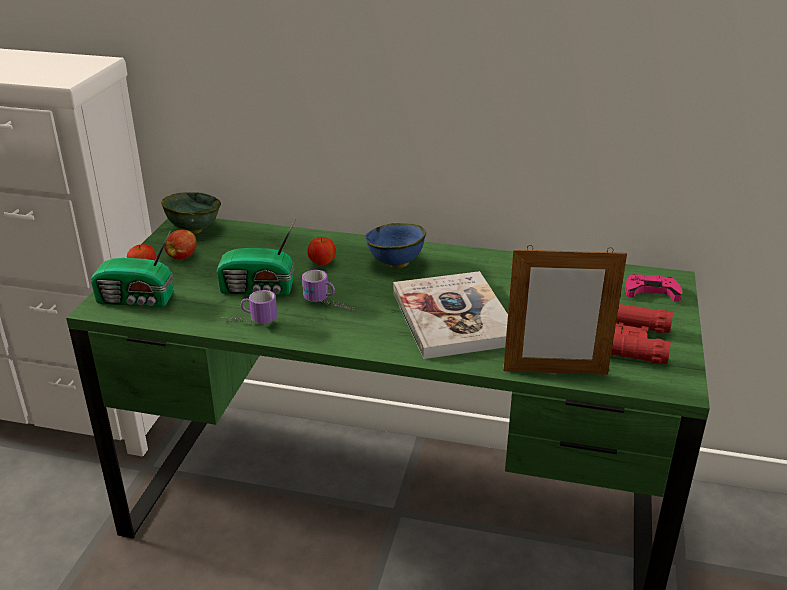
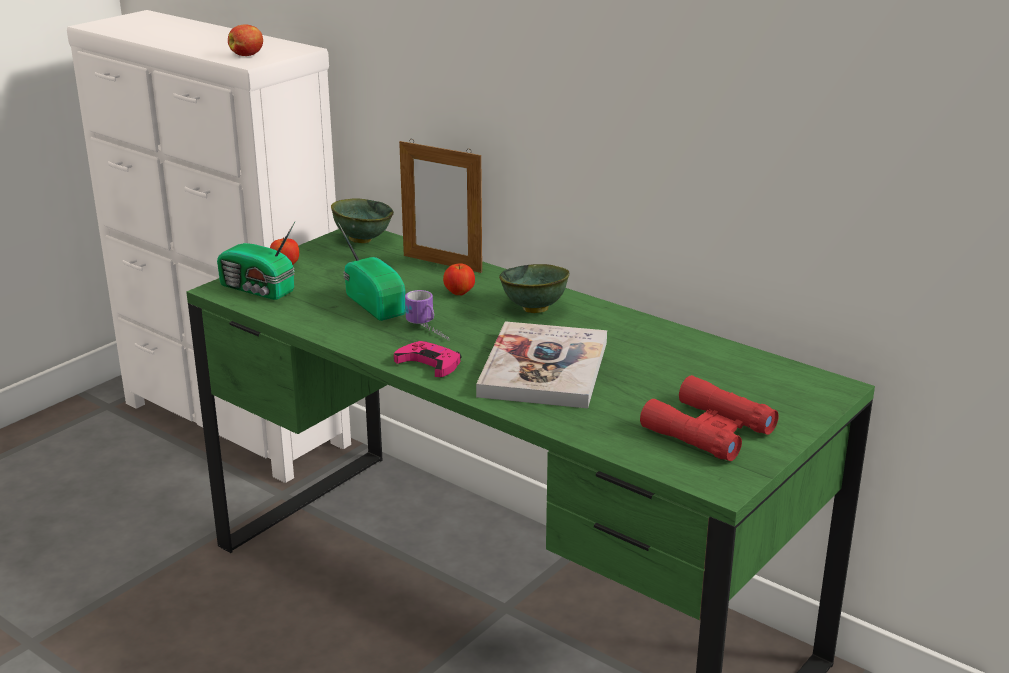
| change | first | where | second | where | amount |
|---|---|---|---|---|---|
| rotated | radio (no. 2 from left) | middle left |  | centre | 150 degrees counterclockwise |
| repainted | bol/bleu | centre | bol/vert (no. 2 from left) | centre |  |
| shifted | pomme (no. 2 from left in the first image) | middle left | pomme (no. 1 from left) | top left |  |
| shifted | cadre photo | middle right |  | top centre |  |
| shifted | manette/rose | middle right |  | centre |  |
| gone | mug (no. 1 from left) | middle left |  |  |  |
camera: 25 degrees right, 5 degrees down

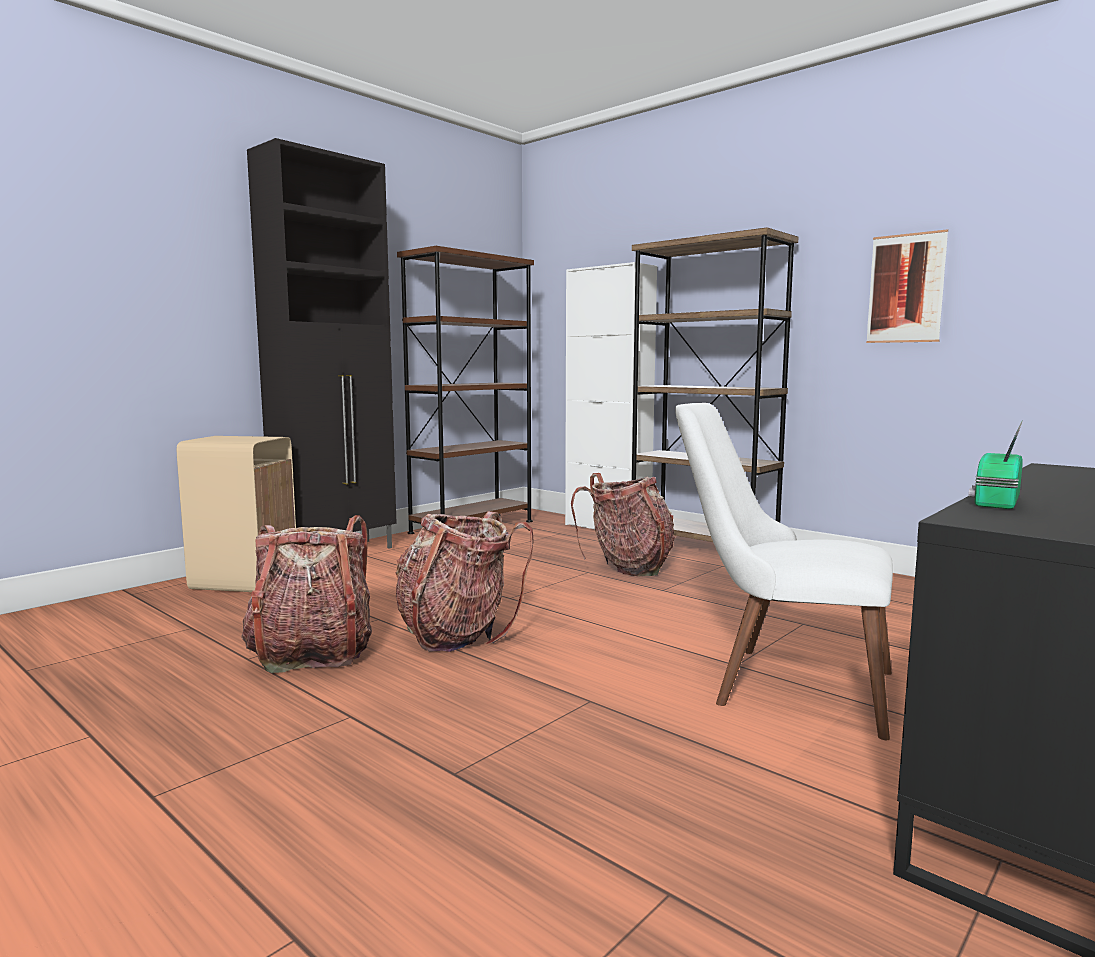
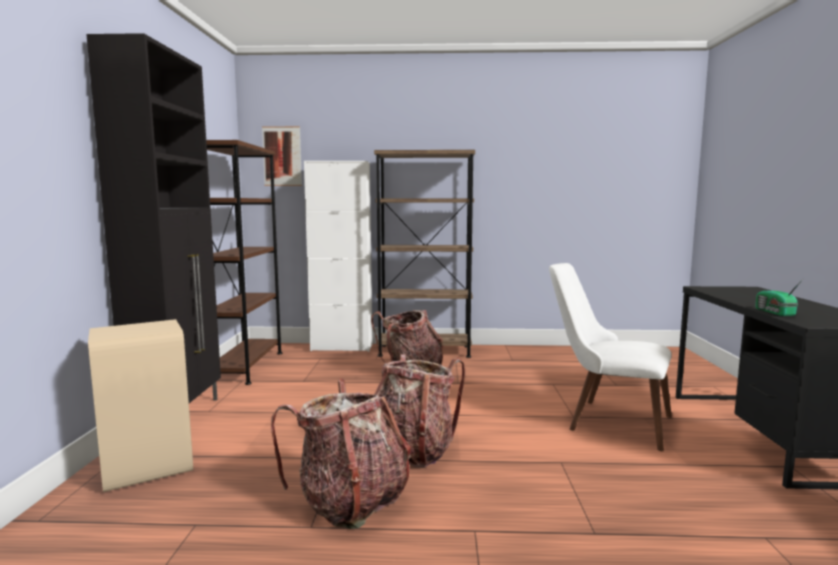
| change | first | where | second | where | amount |
|---|---|---|---|---|---|
| shifted | tableau | top right |  | top centre |  |
| rotated | chaise/blanc | middle right |  | middle right | 45 degrees clockwise |
camera: 40 degrees left, 0 degrees up

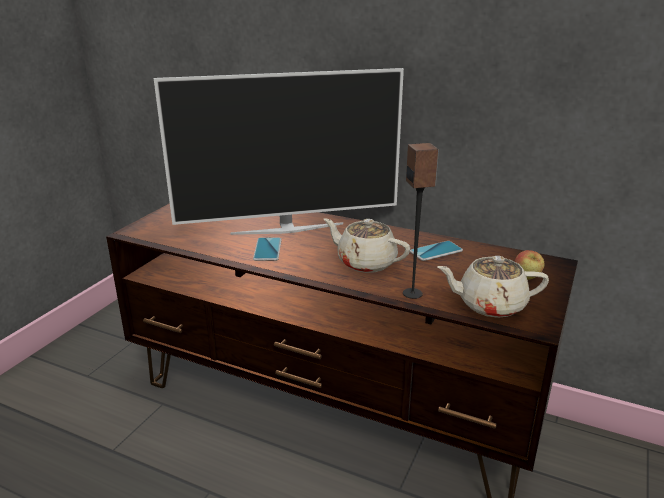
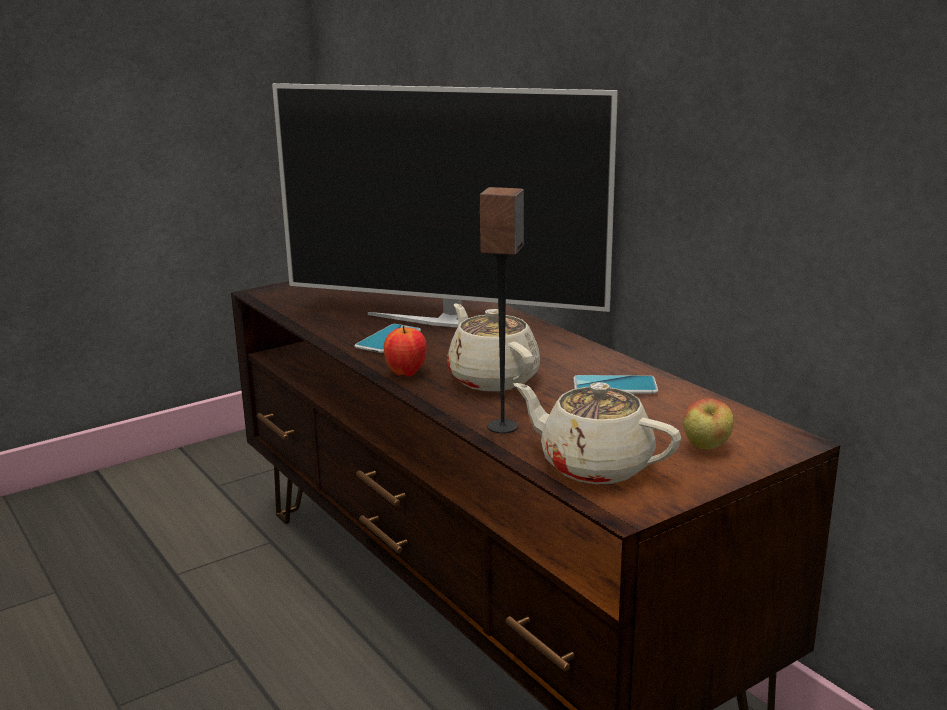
| change | first | where | second | where | amount |
|---|---|---|---|---|---|
| new |  |  | pomme (no. 1 from left) | centre |  |
camera: 30 degrees right, 5 degrees down

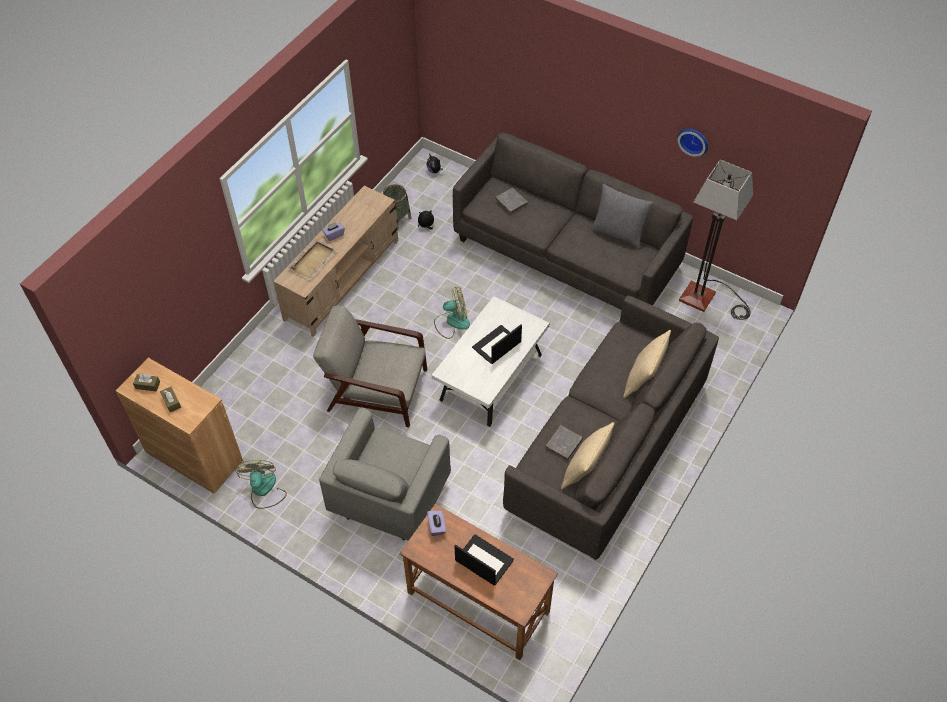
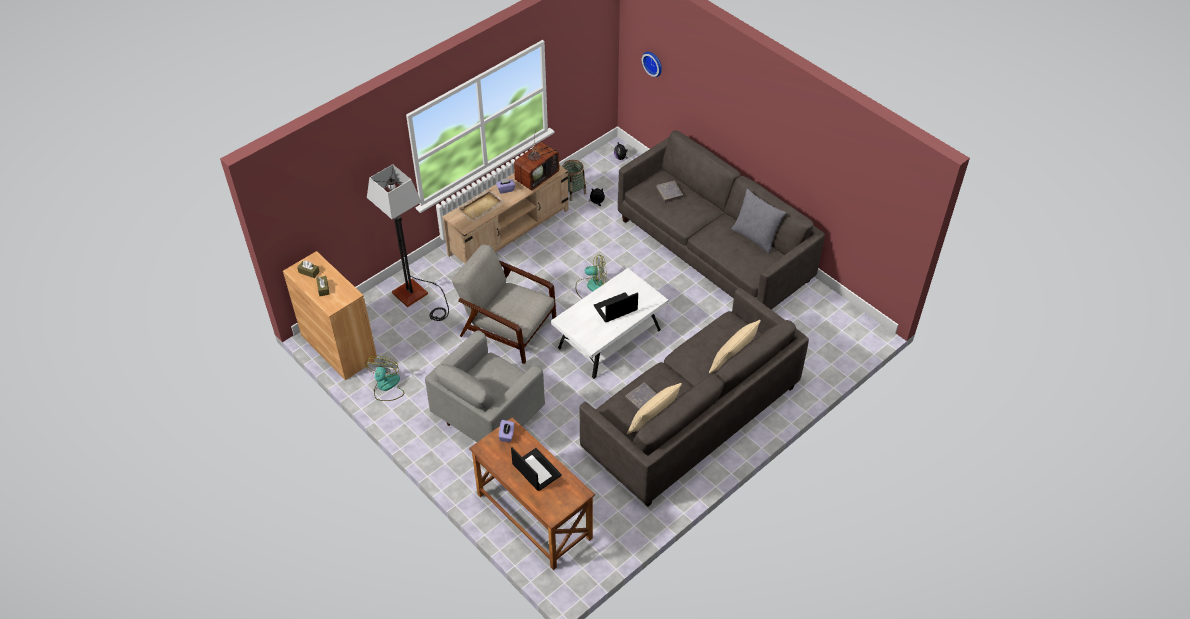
| change | first | where | second | where | amount |
|---|---|---|---|---|---|
| shifted | horloge murale | top right |  | top centre |  |
| shifted | lampadaire | middle right |  | centre |  |
| new |  |  | téléviseur | top centre |  |
camera: 15 degrees right, 5 degrees down

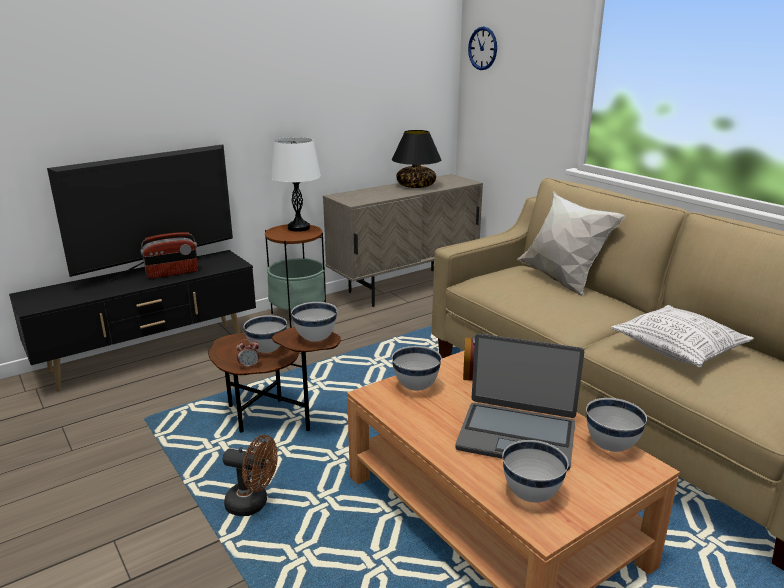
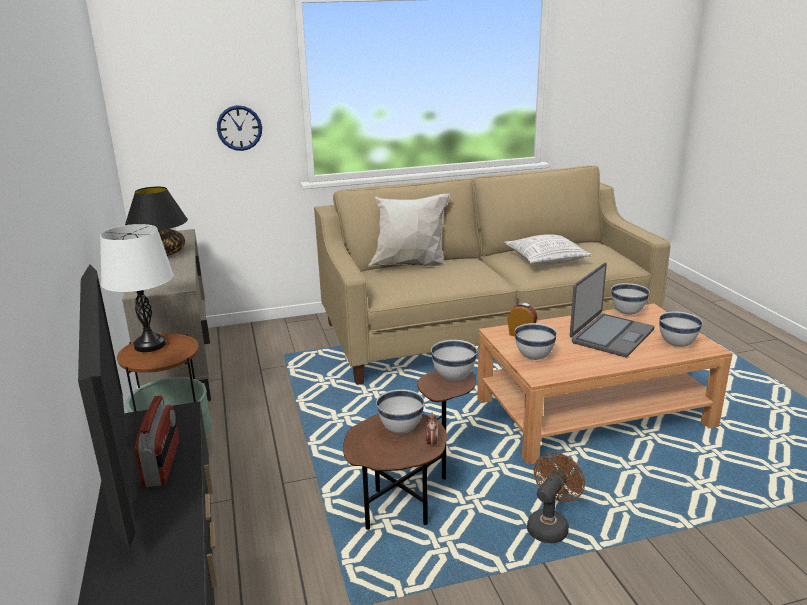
| change | first | where | second | where | amount |
|---|---|---|---|---|---|
| shifted | horloge murale | top centre |  | top left |  |
camera: 70 degrees left, 0 degrees up

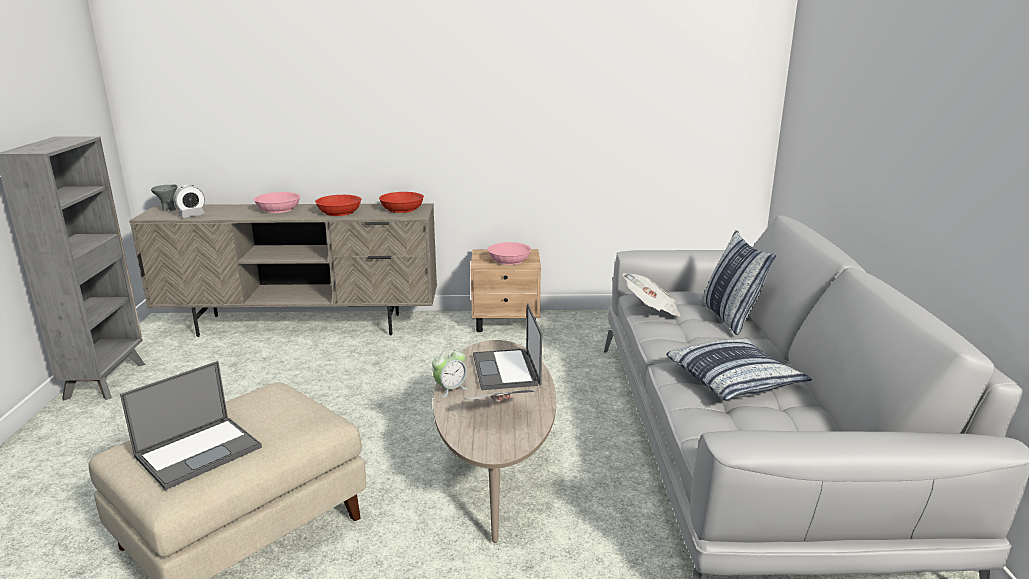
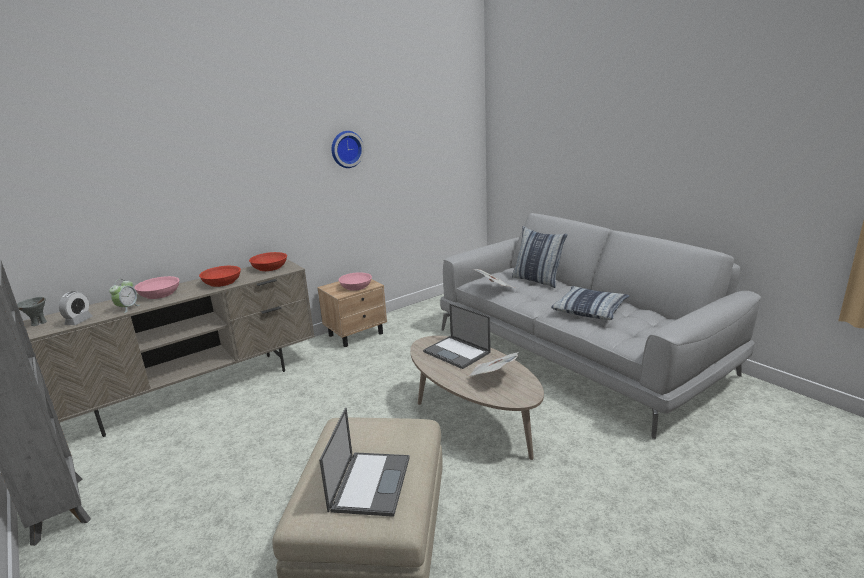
| change | first | where | second | where | amount |
|---|---|---|---|---|---|
| shifted | réveil (no. 2 from left) | centre |  | middle left |  |
| new |  |  | horloge murale | top centre |  |
camera: 35 degrees left, 0 degrees up

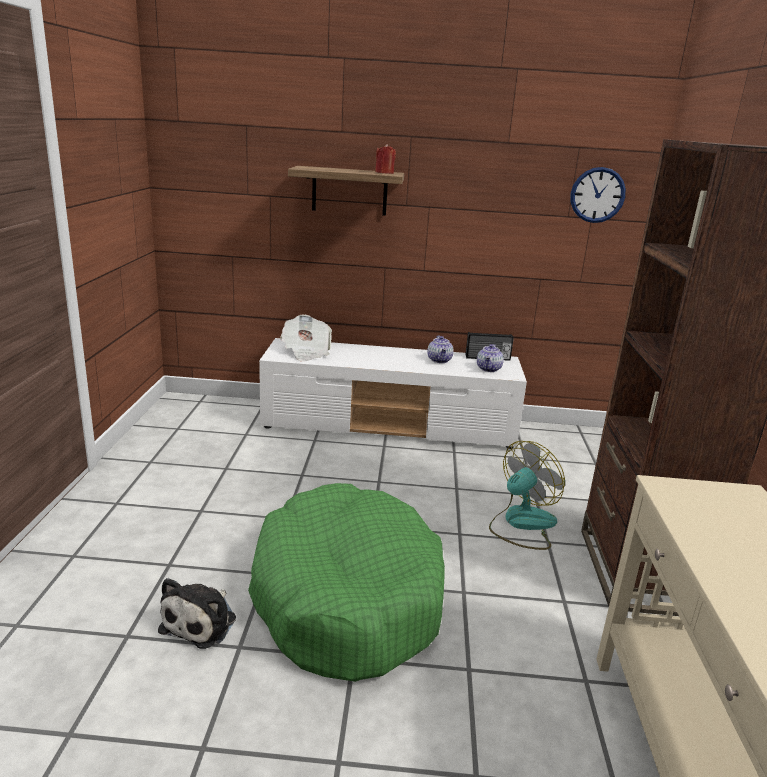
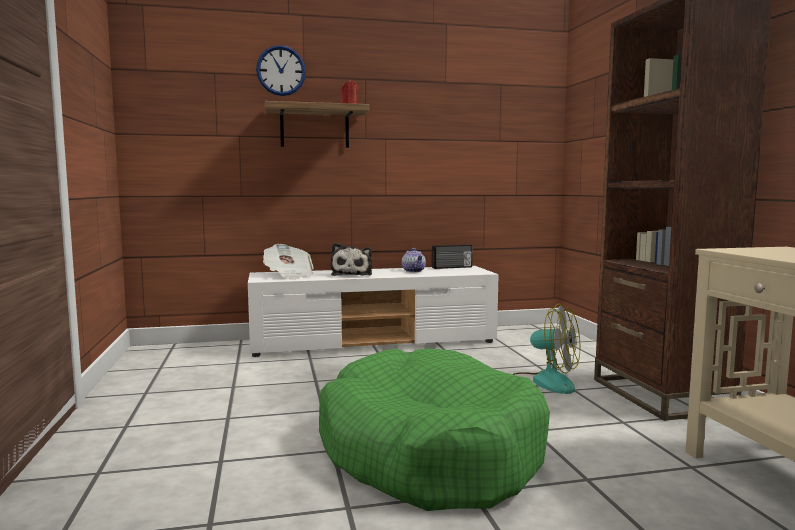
| change | first | where | second | where | amount |
|---|---|---|---|---|---|
| shifted | horloge murale | top right |  | top centre |  |
| gone | théière (no. 2 from left) | centre |  |  |  |
| rotated | ventilateur | middle right |  | middle right | 90 degrees clockwise |
| shifted | peluche | bottom left |  | centre |  |
camera: 15 degrees left, 15 degrees down

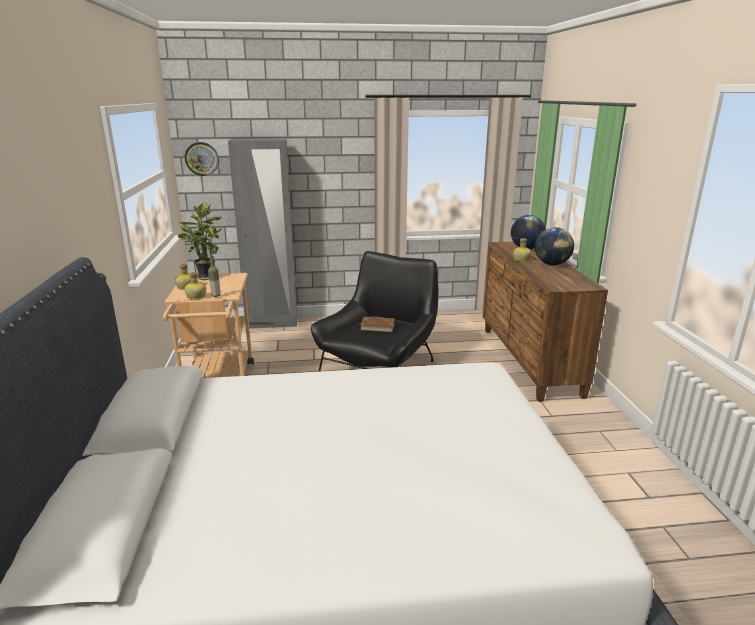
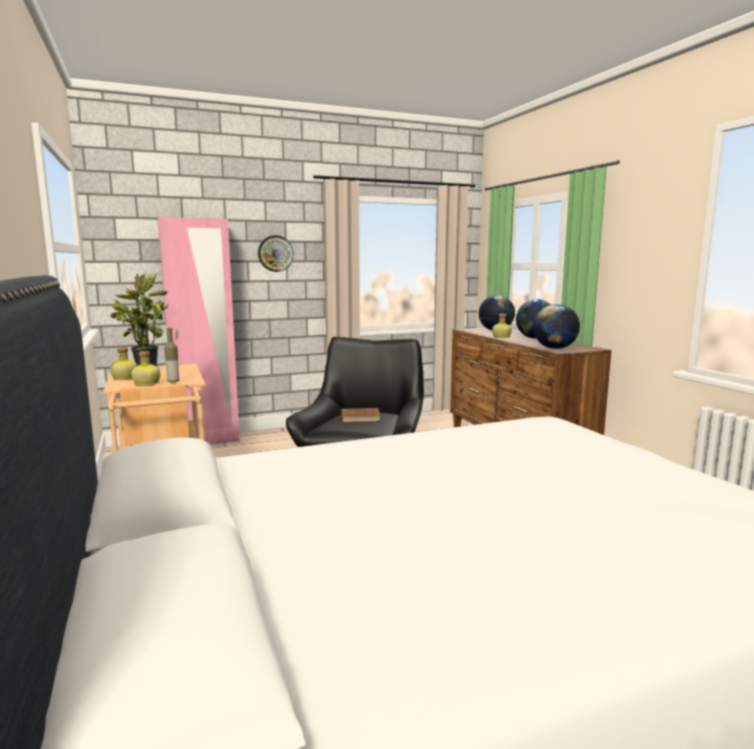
| change | first | where | second | where | amount |
|---|---|---|---|---|---|
| repainted | armoire/gris | centre | armoire/rose | middle left |  |
| shifted | horloge murale | top left |  | centre |  |
| new |  |  | globe (no. 3 from left) | middle right |  |
camera: 15 degrees left, 10 degrees down

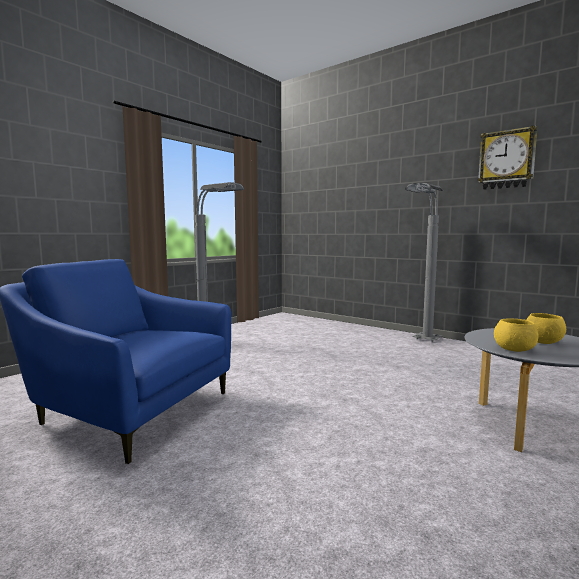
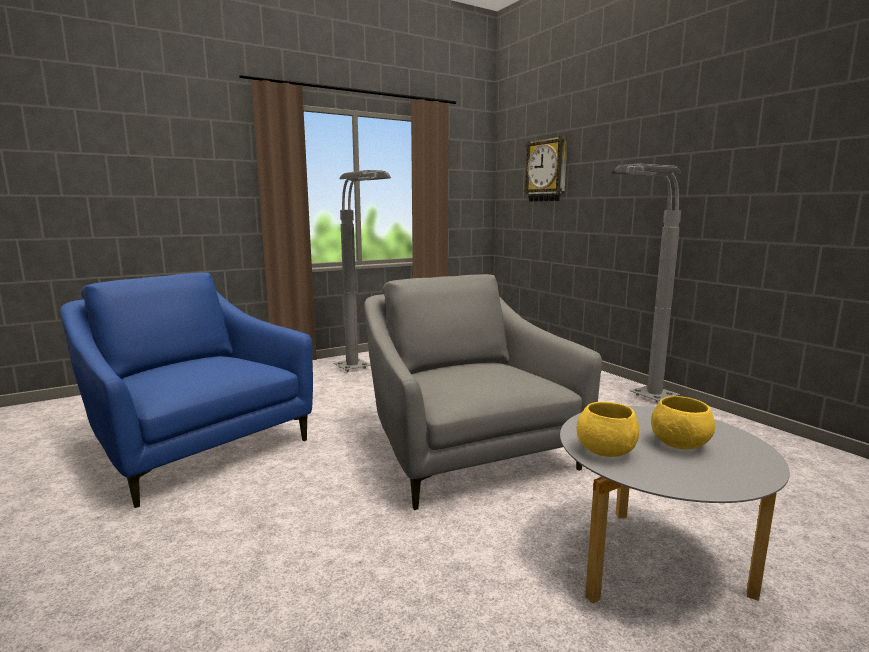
| change | first | where | second | where | amount |
|---|---|---|---|---|---|
| shifted | horloge murale | top right |  | top centre |  |
| new |  |  | fauteuil/gris | centre |  |
camera: 20 degrees right, 5 degrees up

